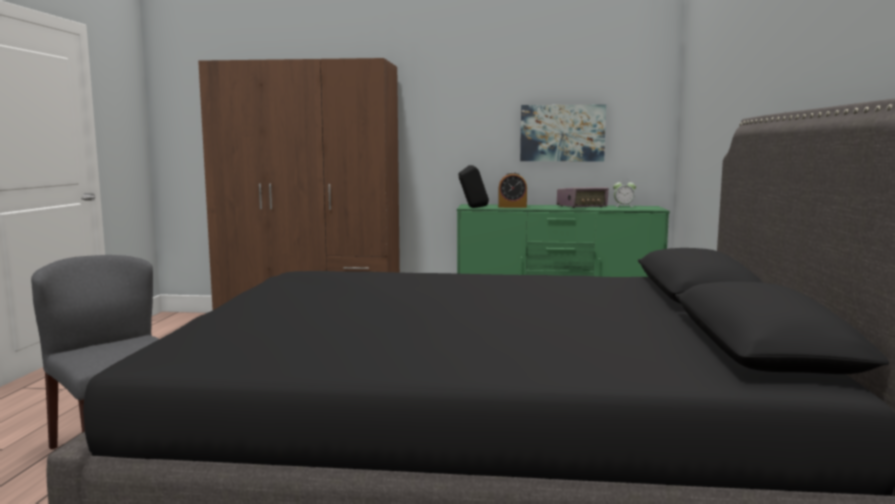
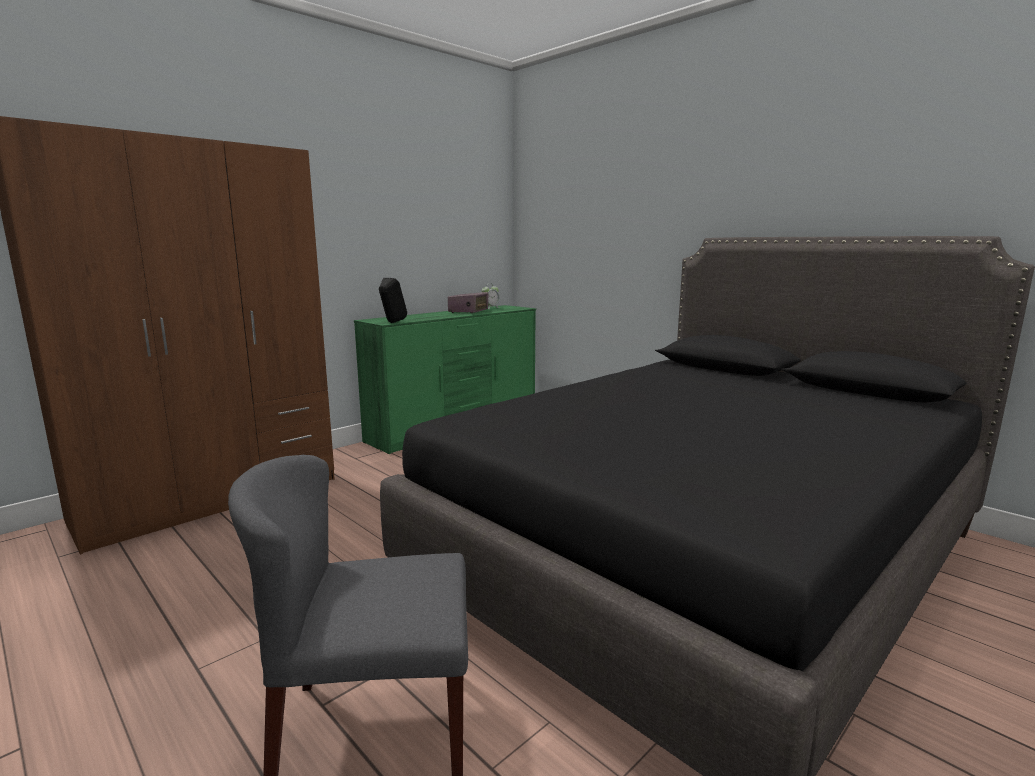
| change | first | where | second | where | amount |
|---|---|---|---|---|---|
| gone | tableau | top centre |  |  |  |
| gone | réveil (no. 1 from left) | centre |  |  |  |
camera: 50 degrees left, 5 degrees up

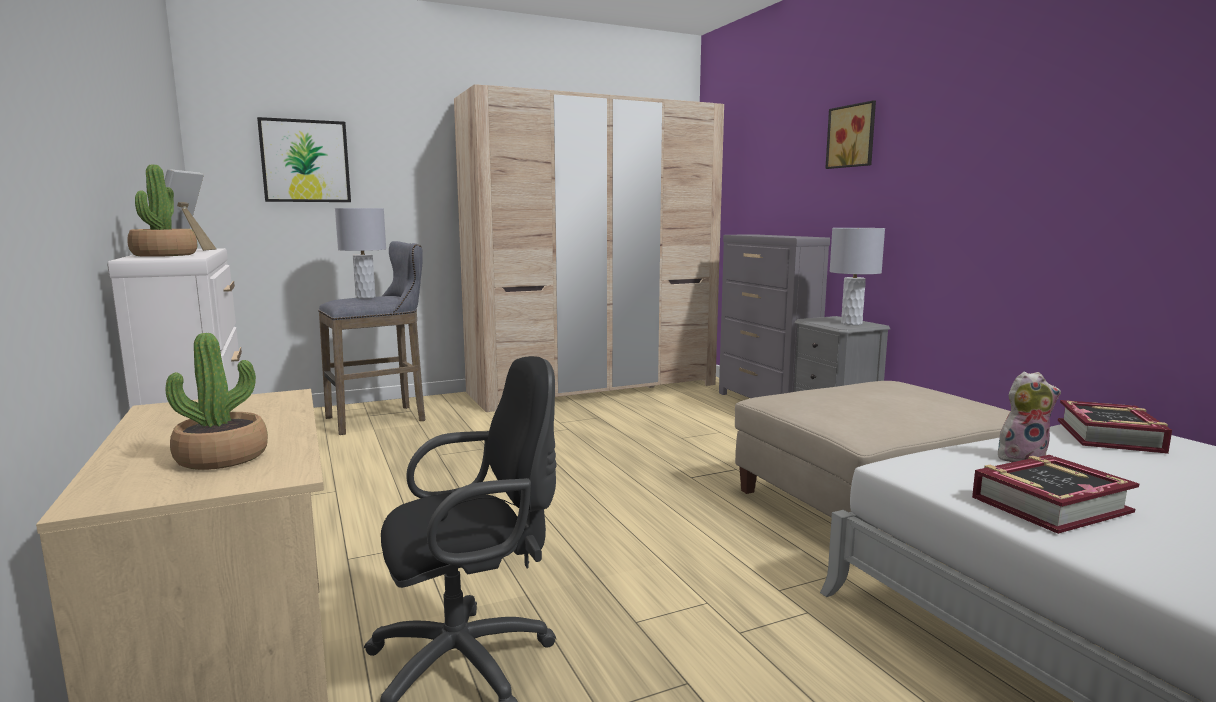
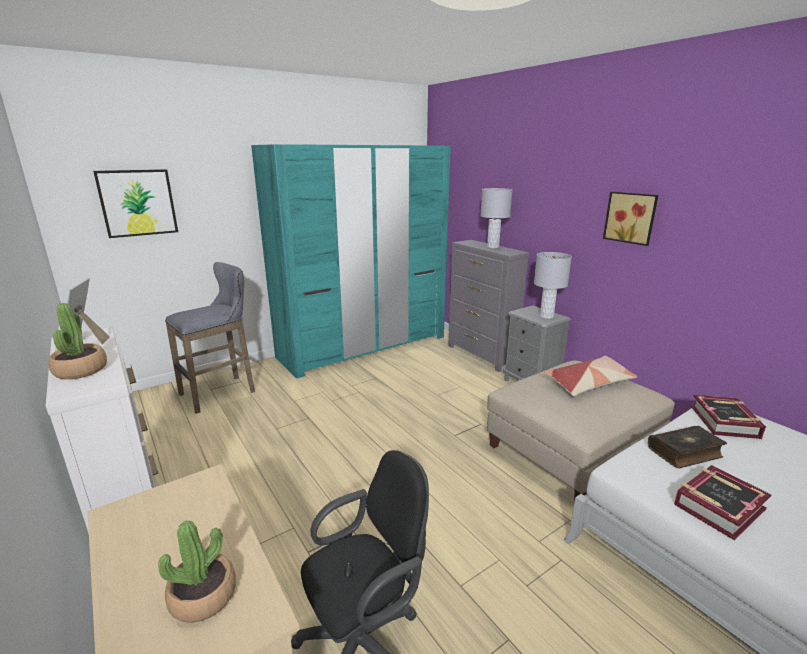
| change | first | where | second | where | amount |
|---|---|---|---|---|---|
| repainted | armoire/beige | centre | armoire/turquoise | centre |  |
| shifted | tableau (no. 2 from left) | top right |  | middle right |  |
| shifted | lampe de table/gris (no. 1 from left) | middle left |  | centre |  |
| swapped | peluche | middle right | livre (no. 1 from left) | bottom right |  |
| new |  |  | coussin | middle right |  |
camera: 10 degrees left, 10 degrees up

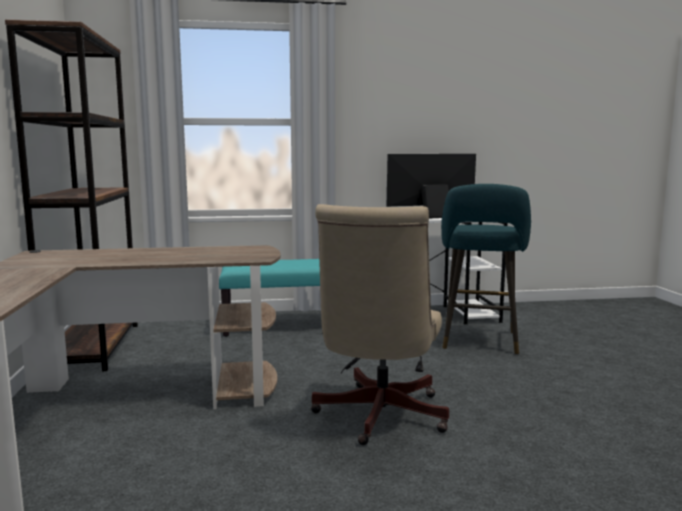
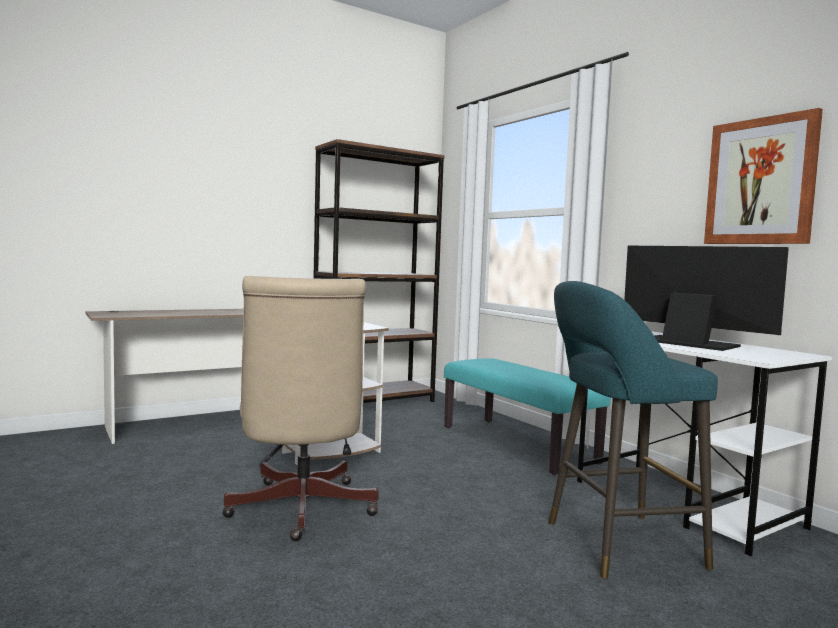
| change | first | where | second | where | amount |
|---|---|---|---|---|---|
| rotated | chaise de bureau/beige | centre |  | centre | 90 degrees counterclockwise |
| new |  |  | tableau | top right |  |
camera: 65 degrees right, 5 degrees down

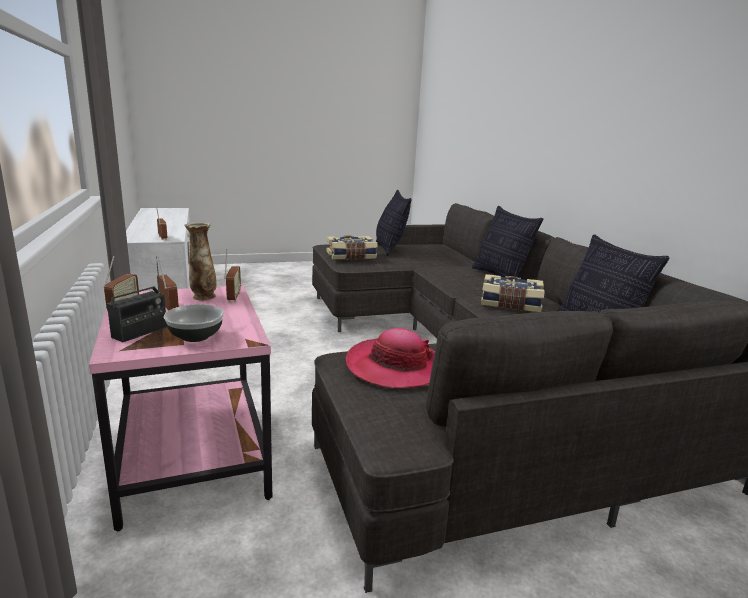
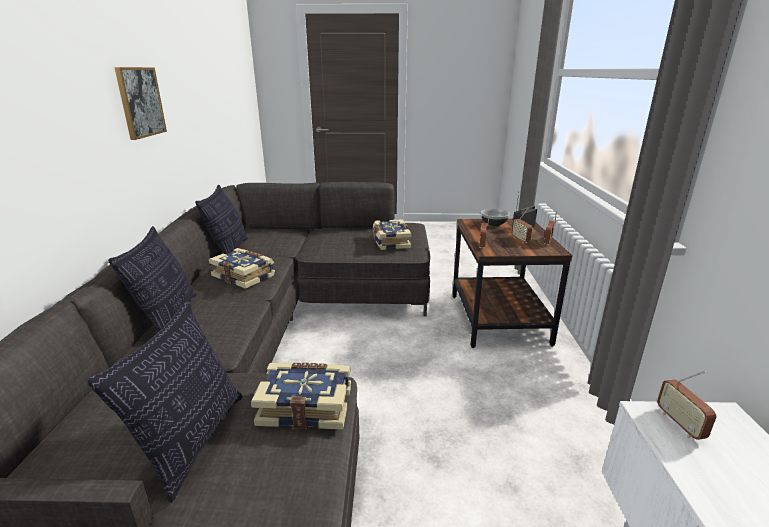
| change | first | where | second | where | amount |
|---|---|---|---|---|---|
| gone | vase | middle left |  |  |  |
| repainted | table d'appoint/rose | bottom left | table d'appoint/marron | centre |  |
| swapped | chapeau | centre | livre (no. 3 from left) | centre |  |
| new |  |  | tableau | top left |  |
camera: 160 degrees left, 5 degrees up

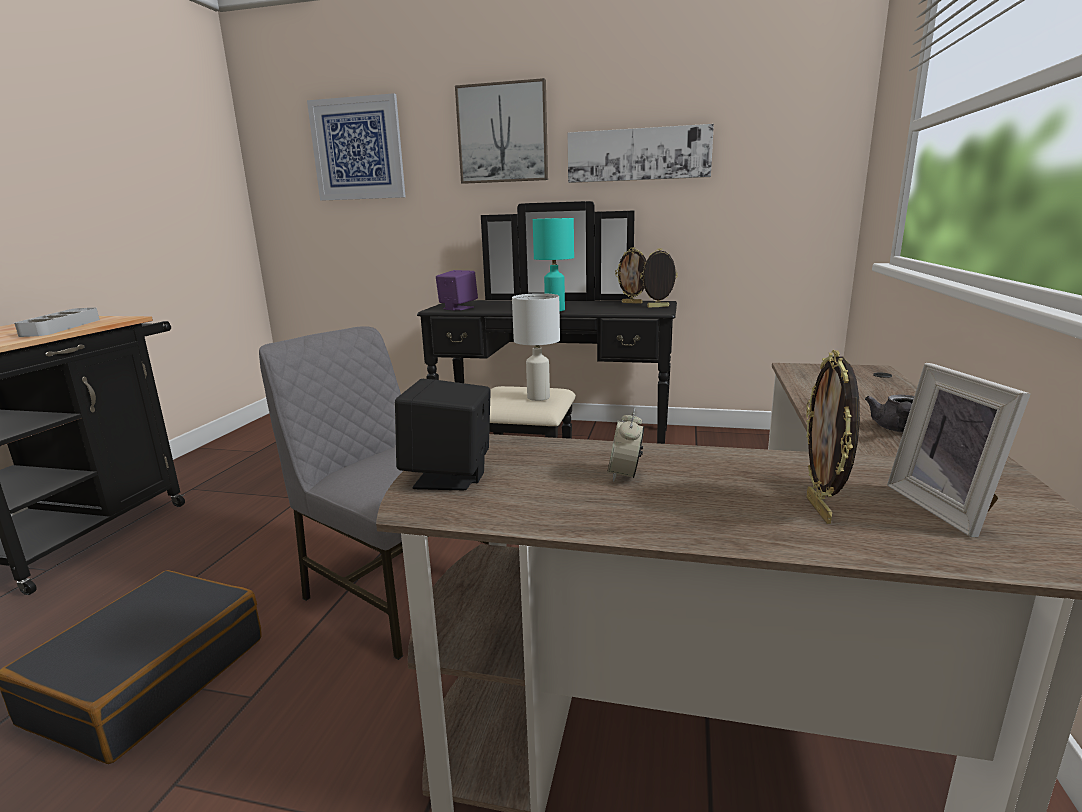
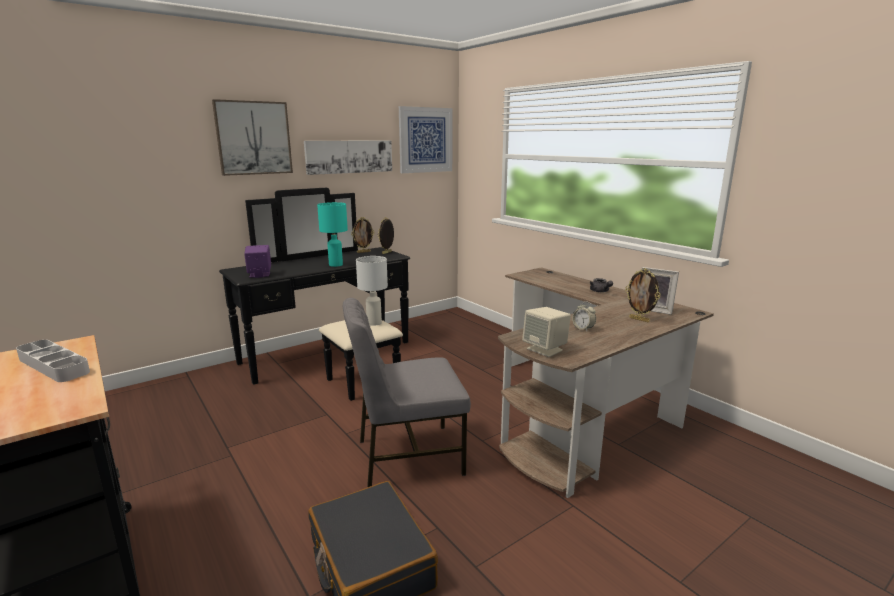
| change | first | where | second | where | amount |
|---|---|---|---|---|---|
| shifted | tableau (no. 1 from left in the first image) | top left | tableau (no. 3 from left) | top centre |  |
| repainted | enceinte/noir | centre | enceinte/beige | centre |  |
camera: 50 degrees left, 0 degrees up

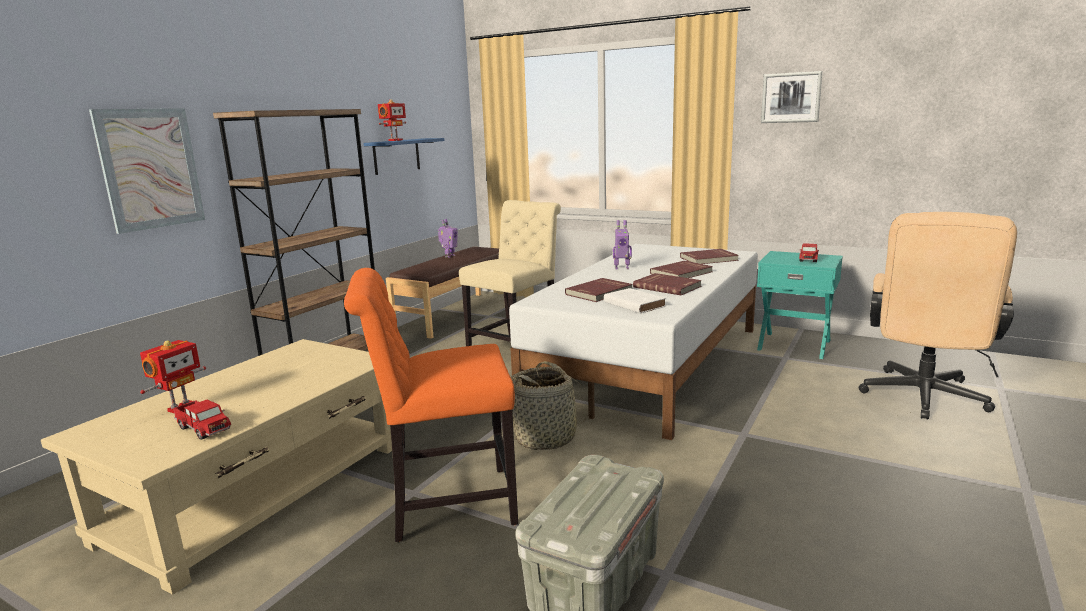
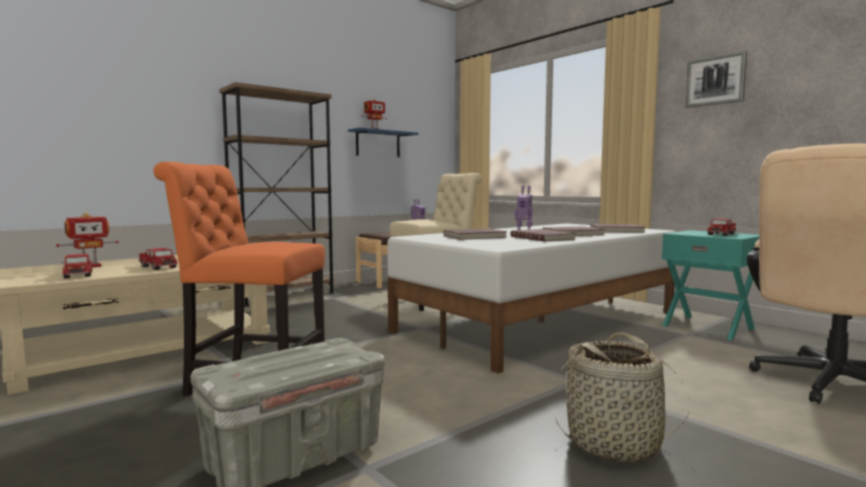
| change | first | where | second | where | amount |
|---|---|---|---|---|---|
| gone | tableau (no. 1 from left) | top left |  |  |  |
| gone | livre/blanc | centre |  |  |  |
| shifted | panier | centre |  | bottom right |  |
| new |  |  | camion jouet (no. 2 from left) | middle left |  |
camera: 20 degrees right, 10 degrees down

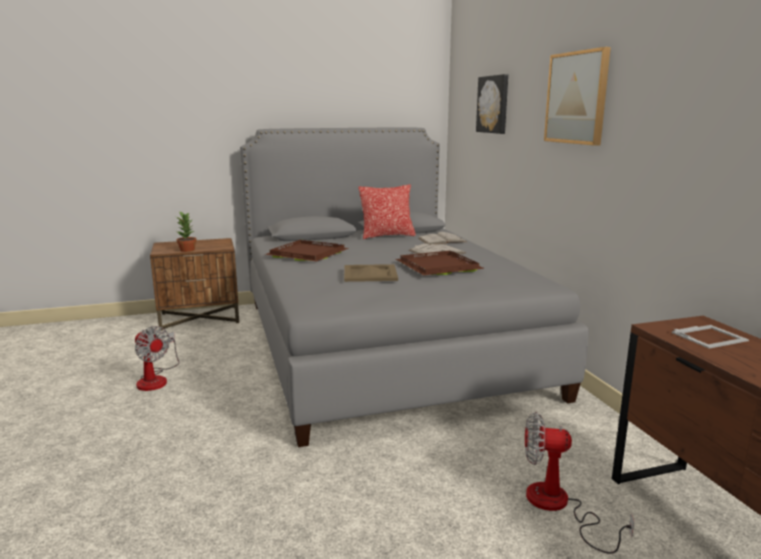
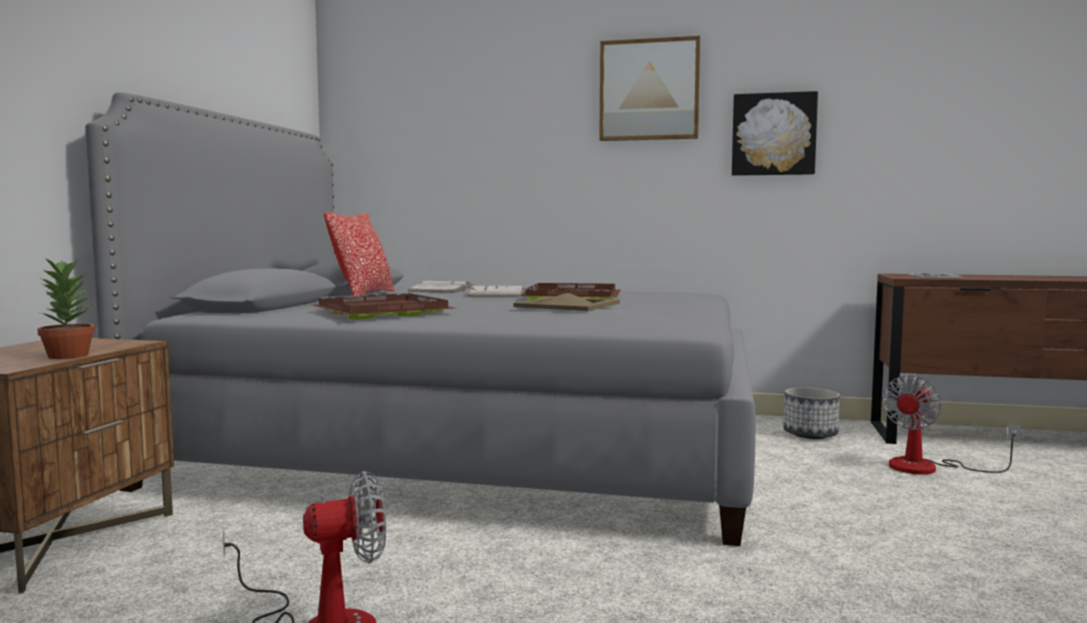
| change | first | where | second | where | amount |
|---|---|---|---|---|---|
| shifted | tableau (no. 1 from left in the first image) | top centre | tableau (no. 2 from left) | top right |  |
| new |  |  | cache-pot | middle right |  |
camera: 60 degrees left, 10 degrees down

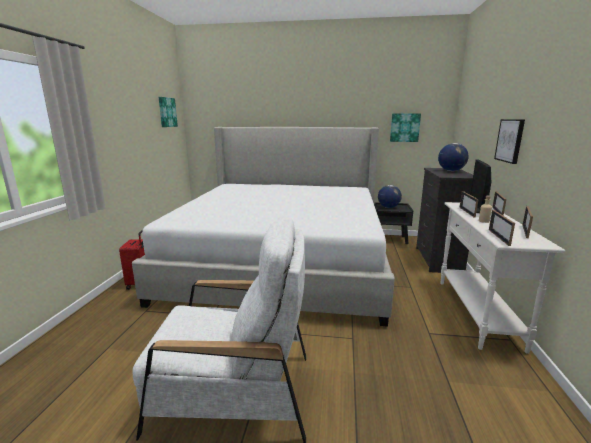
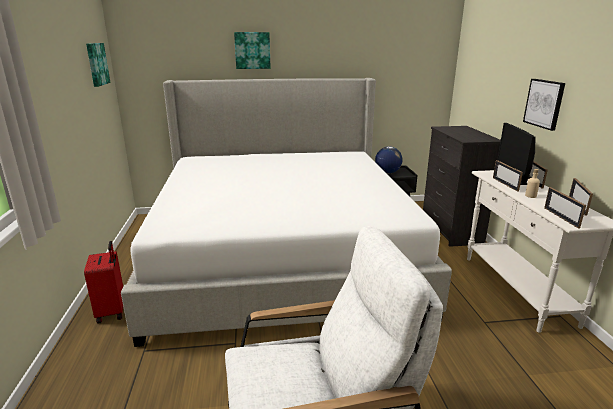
| change | first | where | second | where | amount |
|---|---|---|---|---|---|
| shifted | tableau (no. 2 from left) | top right |  | top centre |  |
| gone | globe (no. 2 from left) | middle right |  |  |  |
camera: 15 degrees left, 5 degrees up

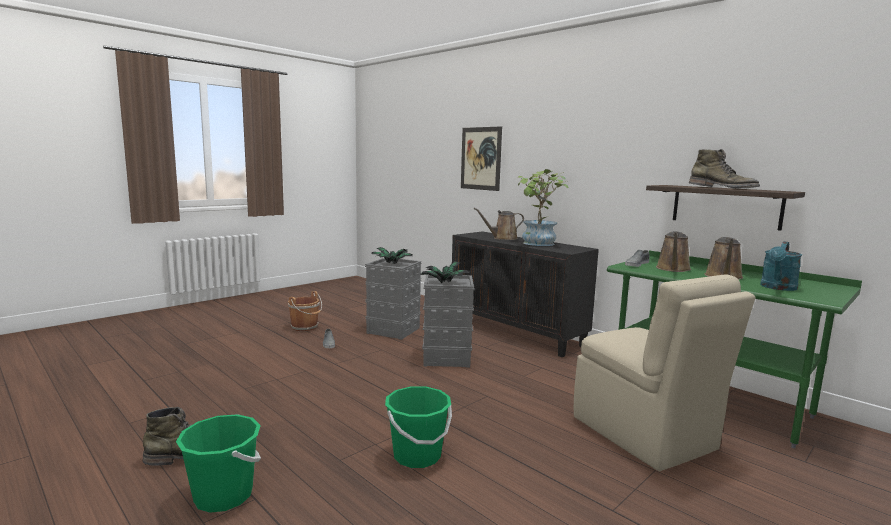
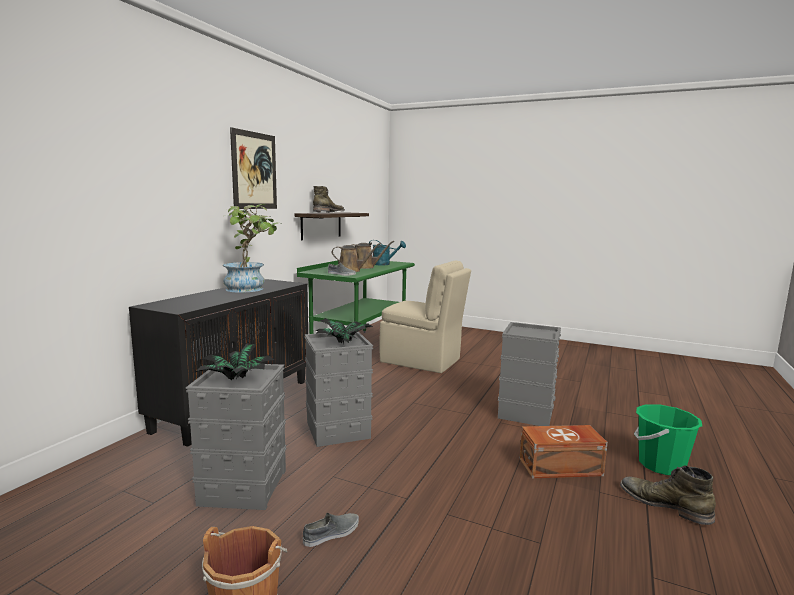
| change | first | where | second | where | amount |
|---|---|---|---|---|---|
| shifted | tableau | top centre |  | top left |  |
| gone | arrosoir/marron (no. 1 from left) | centre |  |  |  |
| rotated | chaise/beige | bottom right |  | centre | 75 degrees clockwise |
| swapped | seau/vert (no. 2 from left) | bottom centre | boîte de rangement/gris (no. 3 from left) | centre |  |
| new |  |  | boîte de rangement/marron | bottom right |  |
camera: 110 degrees left, 0 degrees up

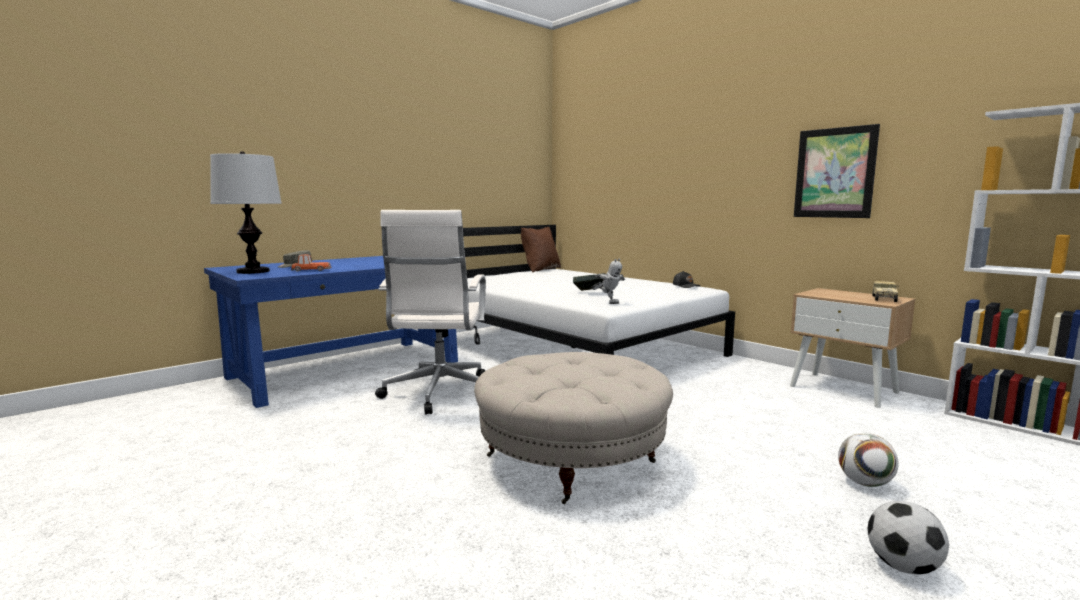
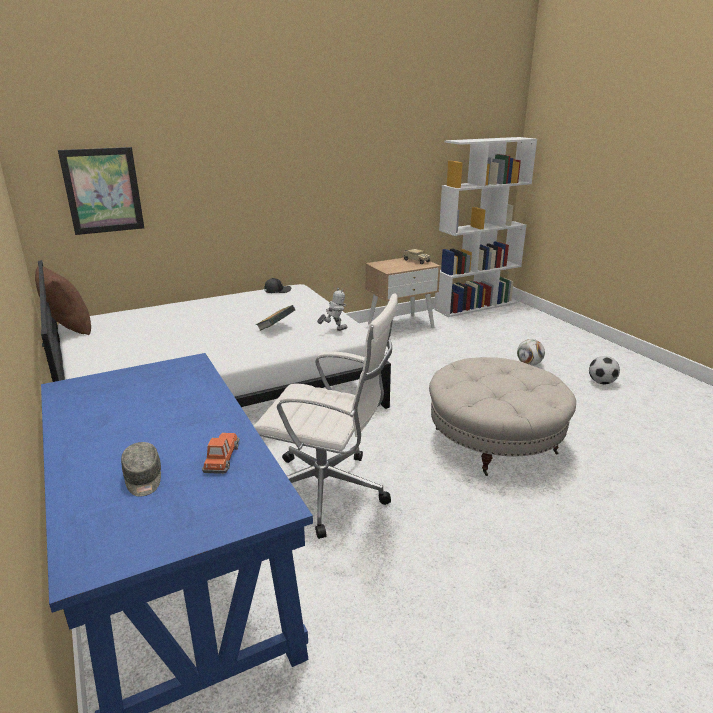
| change | first | where | second | where | amount |
|---|---|---|---|---|---|
| shifted | tableau | top right |  | top left |  |
| gone | lampe de table | middle left |  |  |  |
camera: 75 degrees left, 15 degrees up

